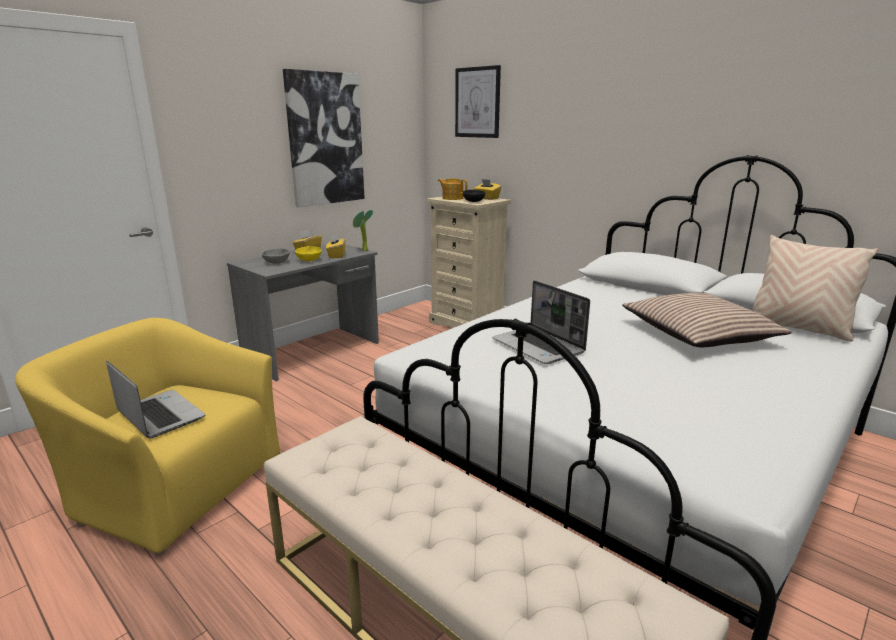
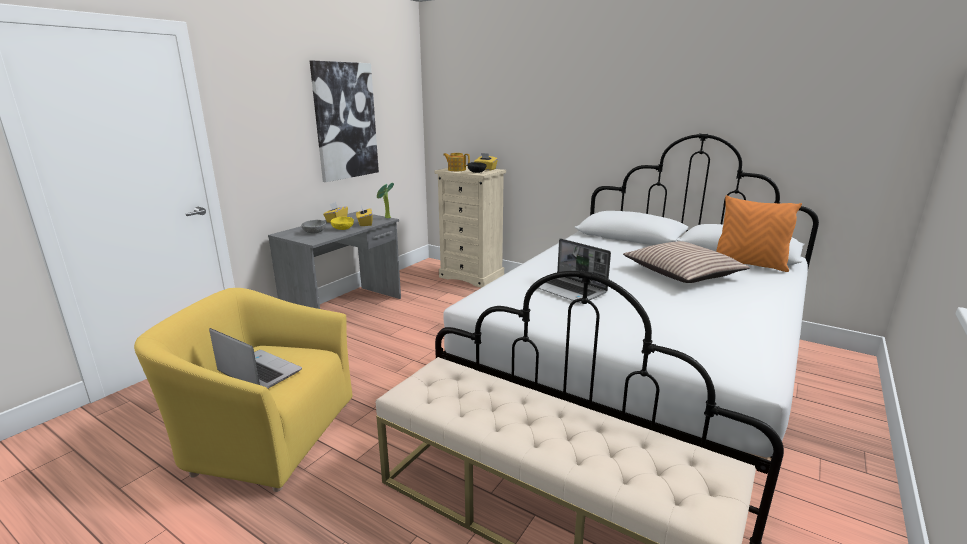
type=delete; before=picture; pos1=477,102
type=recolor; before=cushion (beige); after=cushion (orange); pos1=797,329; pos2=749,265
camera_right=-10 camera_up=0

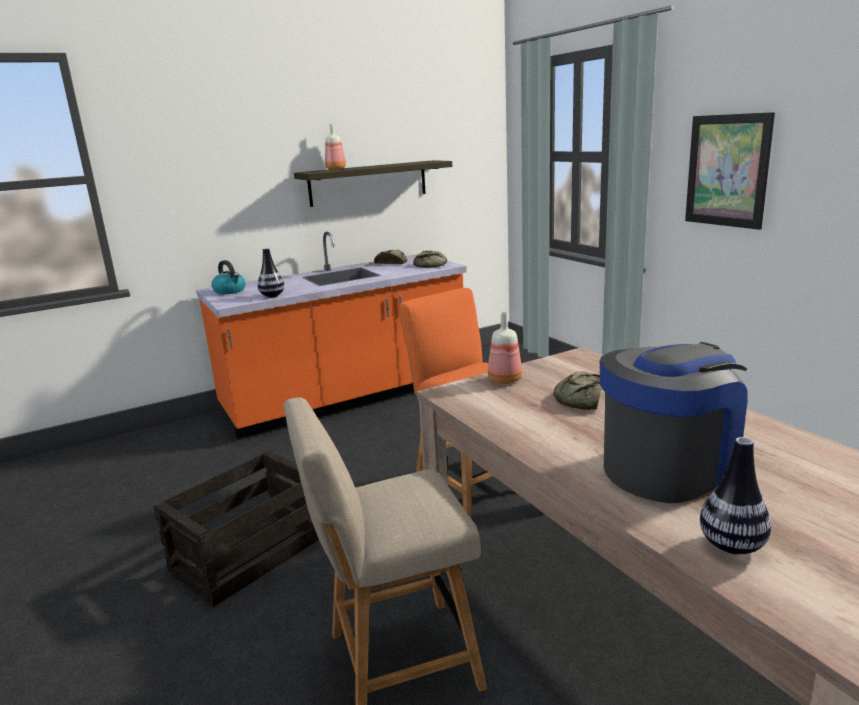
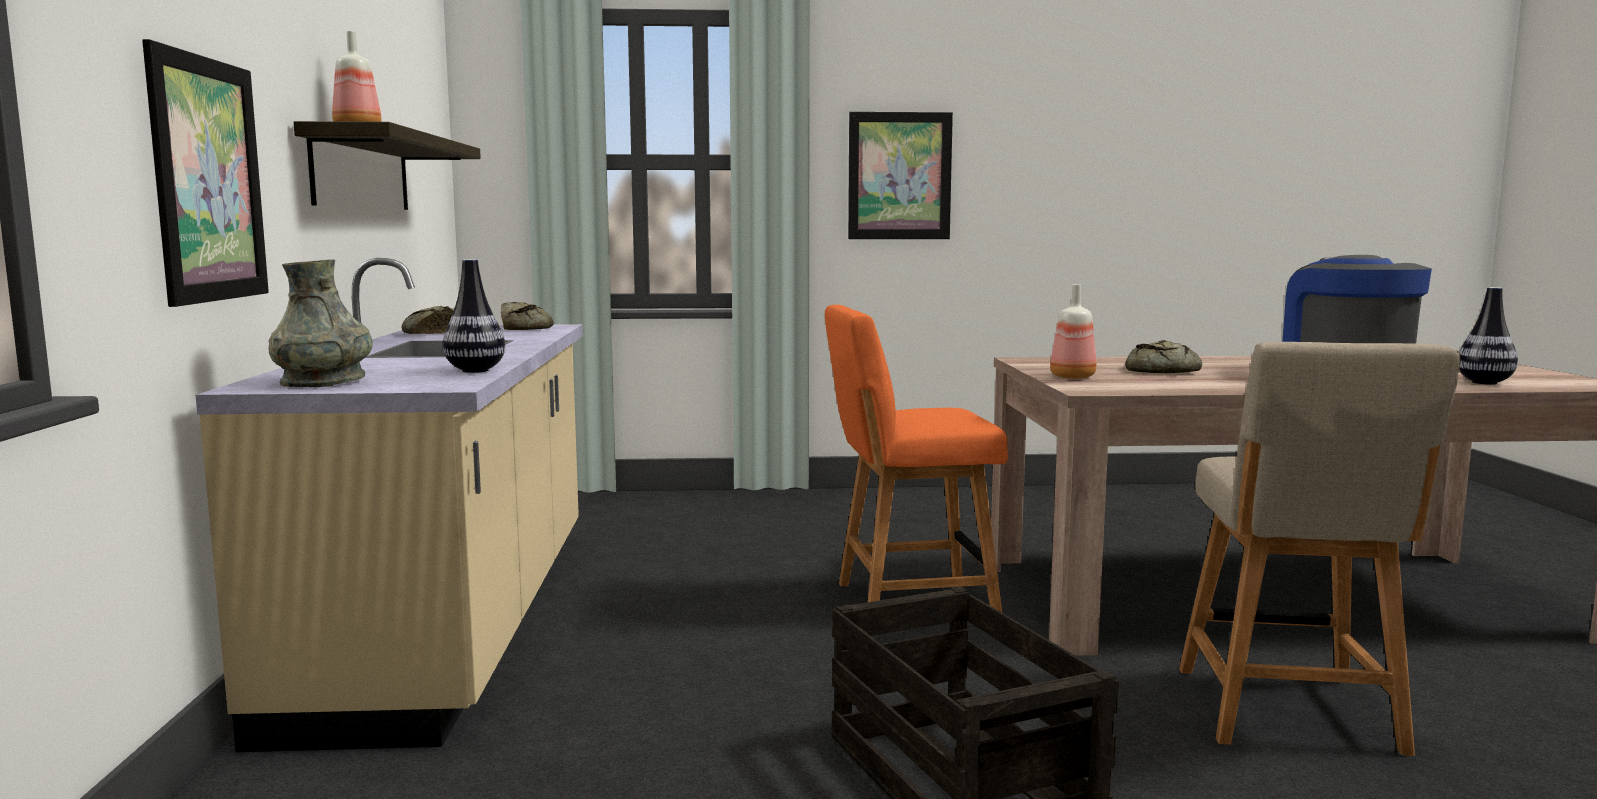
type=recolor; before=kitchen counter (orange); after=kitchen counter (beige); pos1=347,397; pos2=454,622
type=replace; before=water kettle; after=flower vase (grey); pos1=230,291; pos2=323,382
type=insert; after=picture; pos2=208,180
camera_right=-65 camera_up=-10

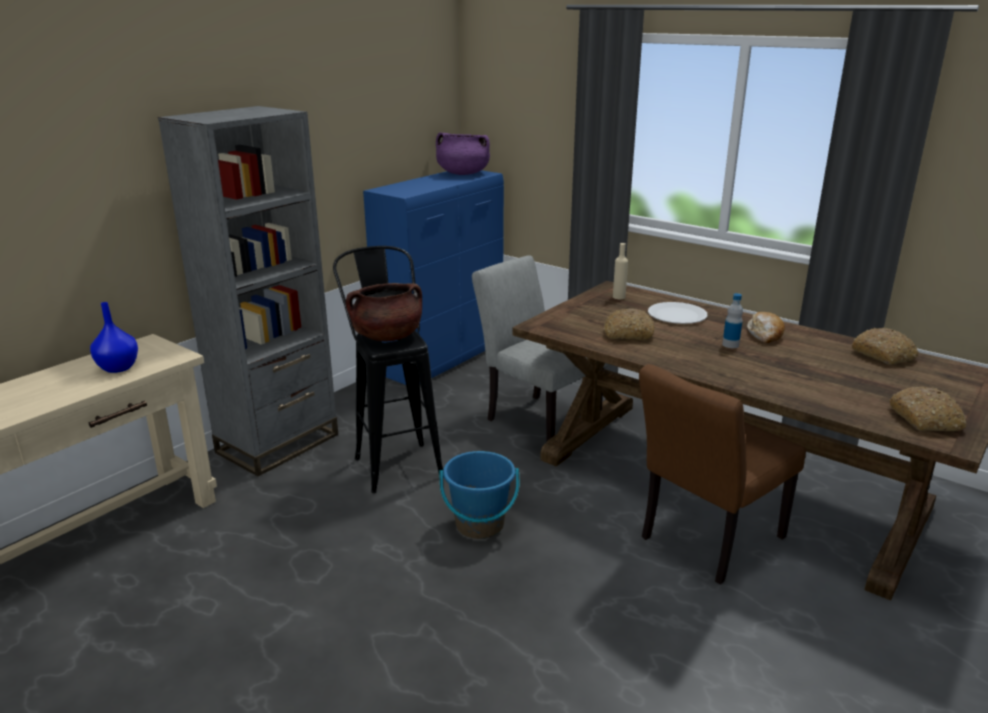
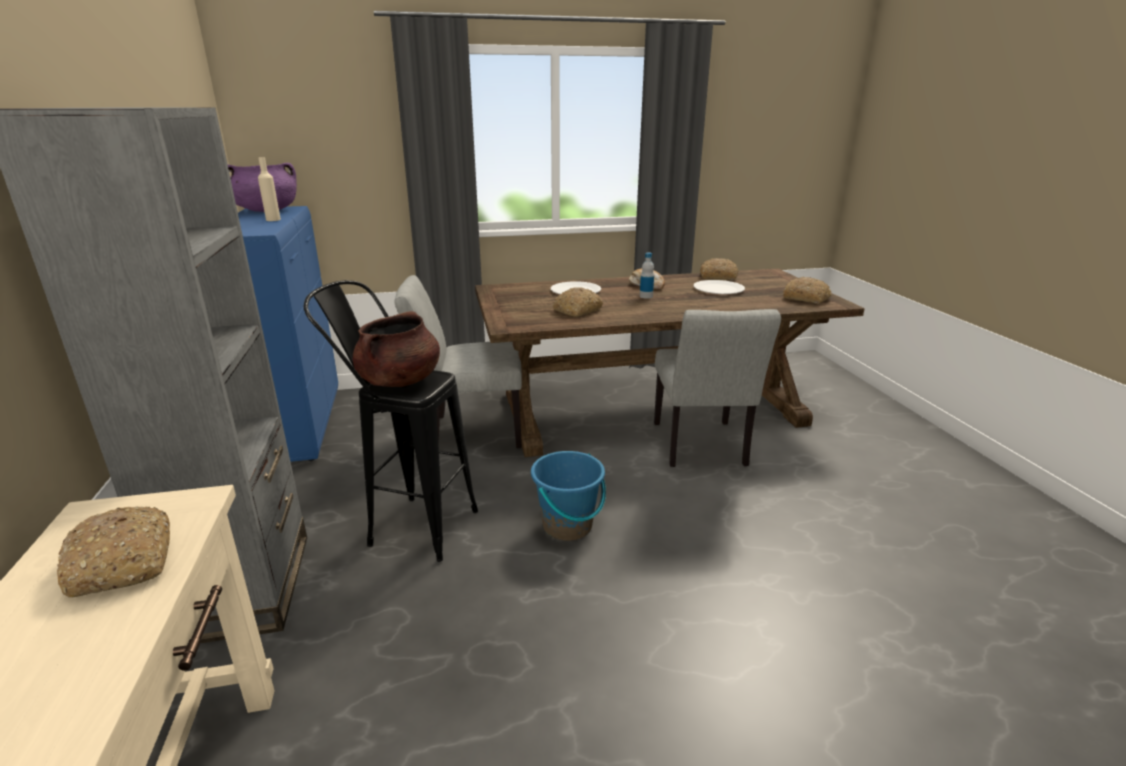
type=replace; before=flower vase (blue); after=bakery bread; pos1=118,368; pos2=123,563
type=move; before=bottle (beige); pos1=619,297; pos2=273,220
type=recolor; before=chair (brownish); after=chair (grey); pos1=705,541; pos2=700,448
type=insert; after=plate (whitish); pos2=718,289
camera_right=-50 camera_up=0

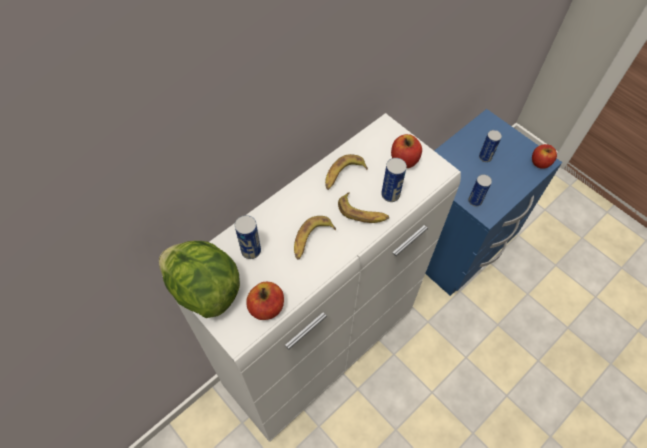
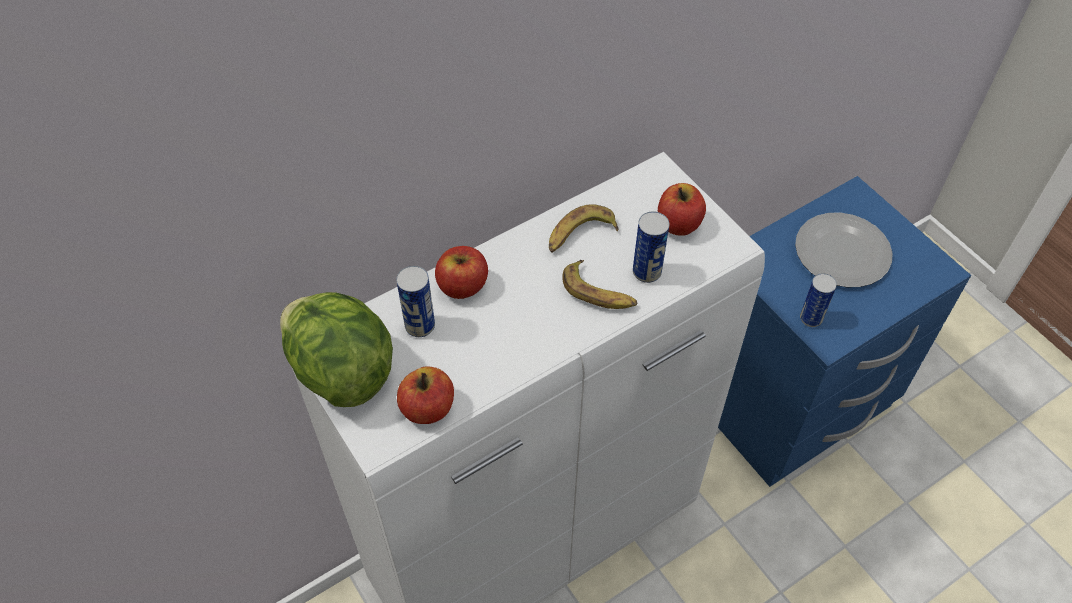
type=delete; before=banana fruit; pos1=311,240
type=replace; before=can; after=plate; pos1=485,157; pos2=840,252
type=move; before=apple; pos1=540,162; pos2=462,286
camera_right=10 camera_up=-5

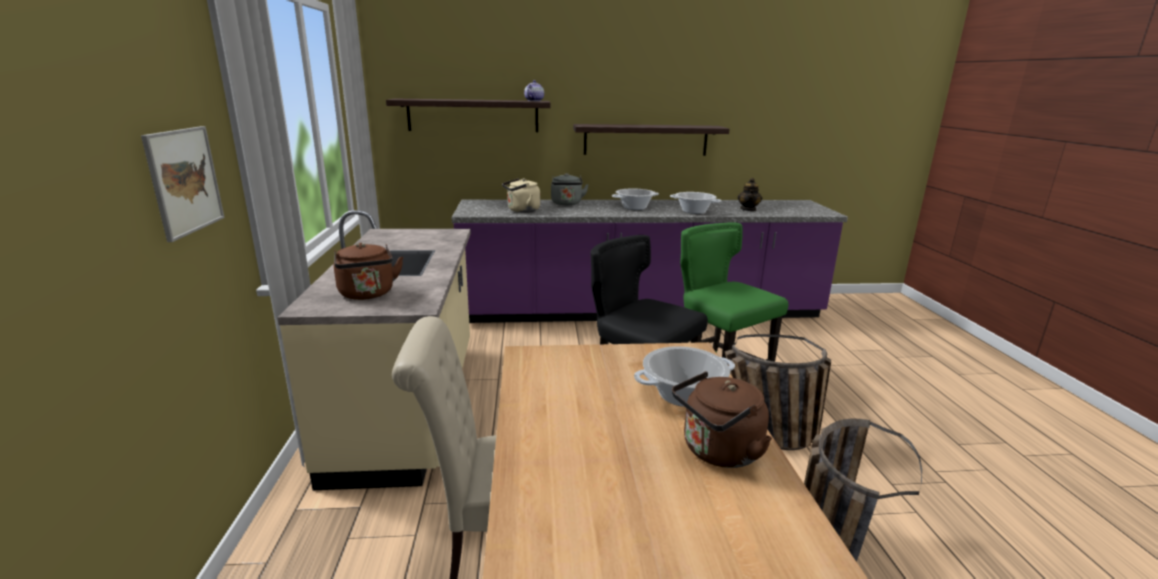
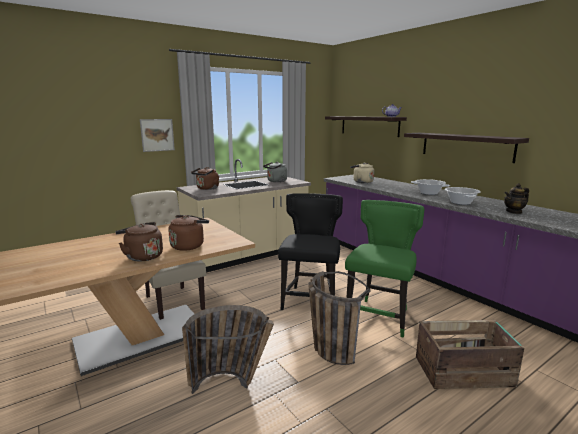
type=move; before=water kettle (grey); pos1=567,204; pos2=276,181
type=replace; before=saucepot; after=water kettle (brownish); pos1=682,395; pos2=189,246
type=insert; after=packing crate; pos2=464,372
camera_right=60 camera_up=-5

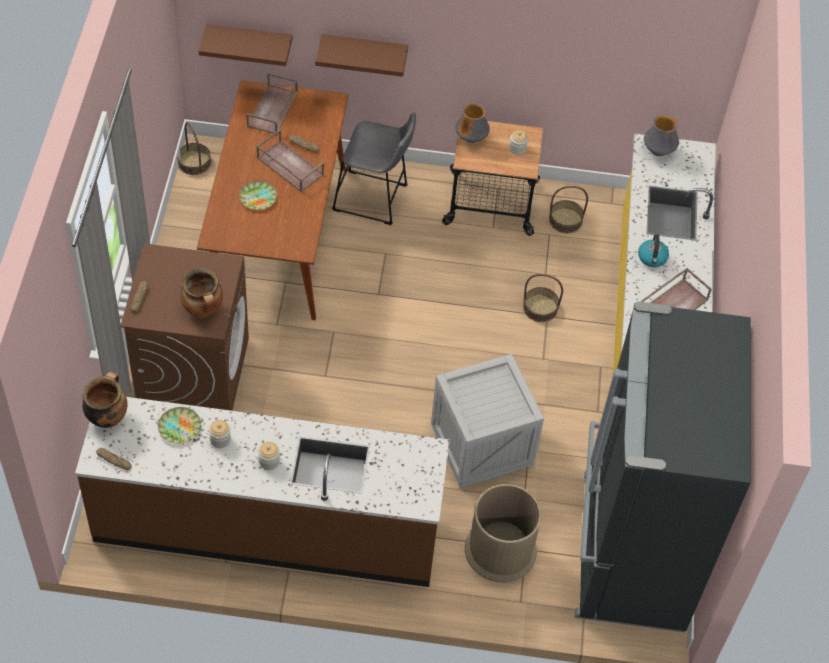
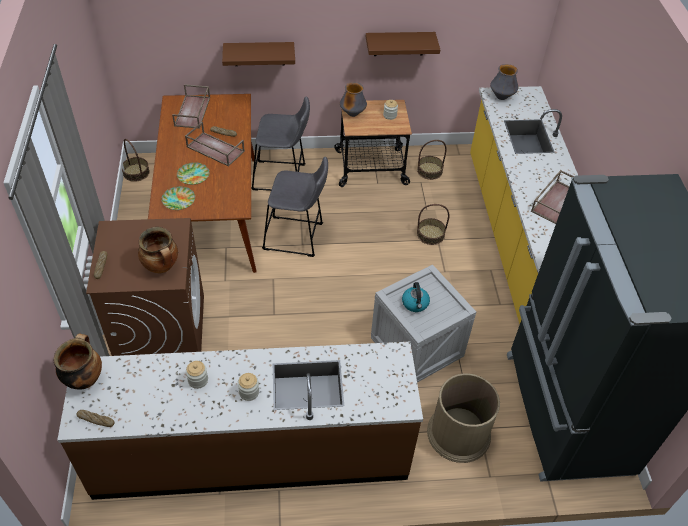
type=move; before=plate; pos1=179,427; pos2=178,200
type=move; before=bracket shelf (brownish); pos1=249,41; pos2=399,43
type=move; before=water kettle; pos1=652,258; pos2=415,304
type=insert; after=stool seat (grey); pos2=296,237
camera_right=-10 camera_up=-5

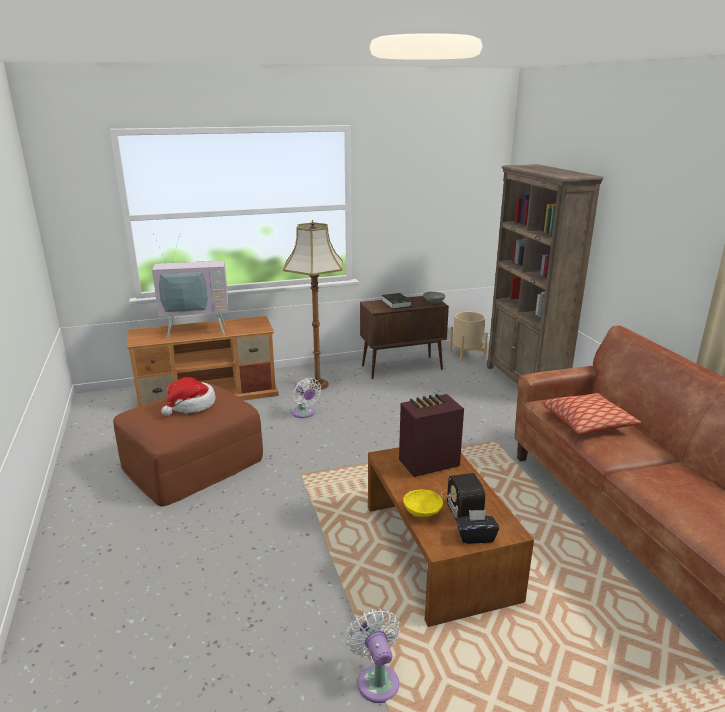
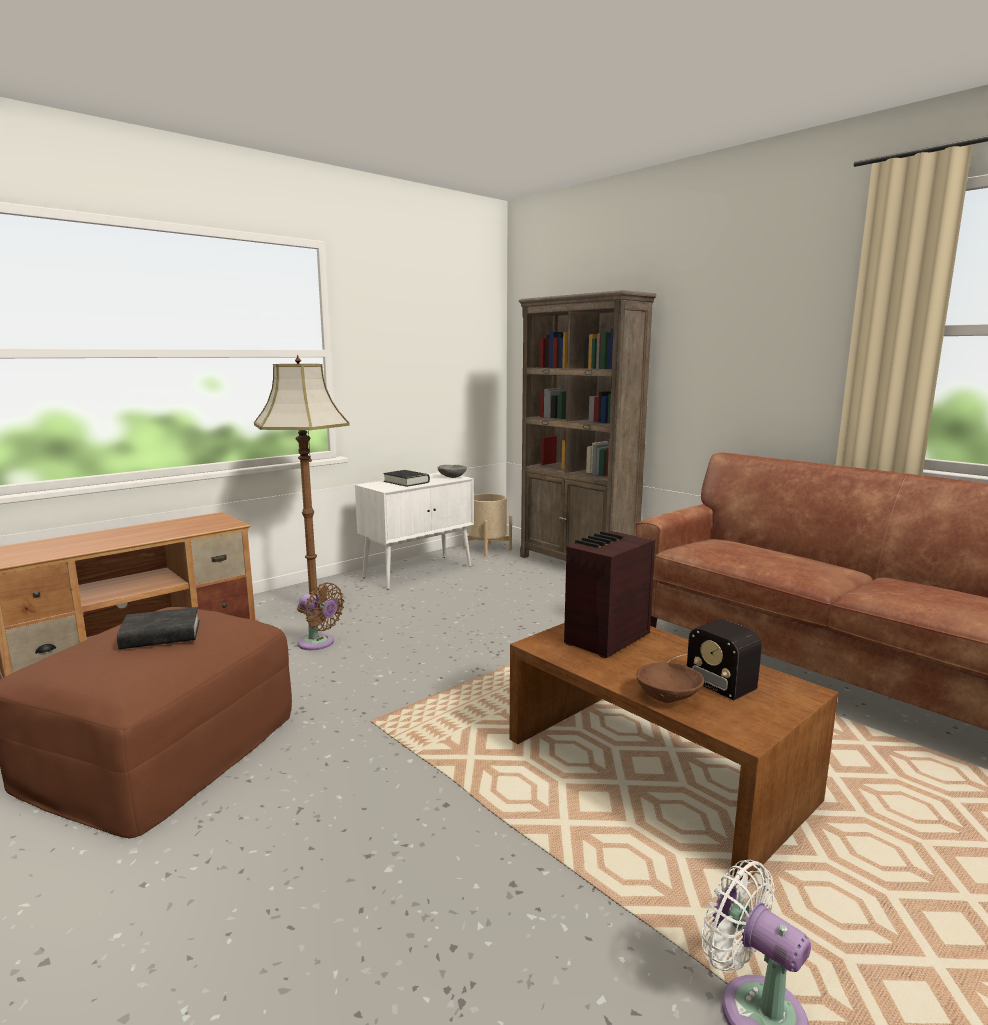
type=delete; before=TV; pos1=197,330
type=replace; before=hat; after=bound book (blackish); pos1=191,405; pos2=161,635
type=recolor; before=electric fan (whitish); after=electric fan (brownish); pos1=304,413; pos2=319,643
type=recolor; before=cupboard (brownish); after=cupboard (whitish); pos1=402,367; pos2=419,572
type=recolor; before=serving bowl (yellow); after=serving bowl (brownish); pos1=423,513; pos2=669,697
type=delete; before=box of tissues (blackish); pos1=475,536
type=delete; before=cushion; pos1=587,422
camera_right=-25 camera_up=-10

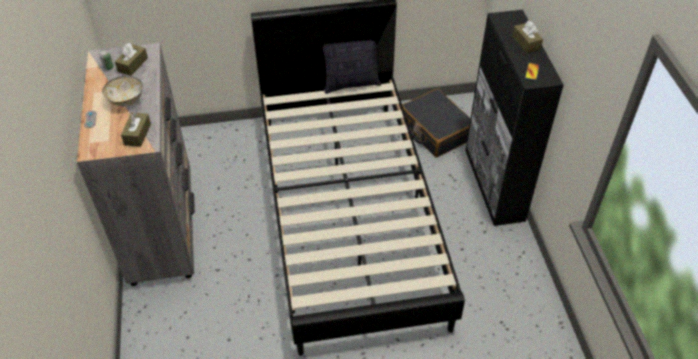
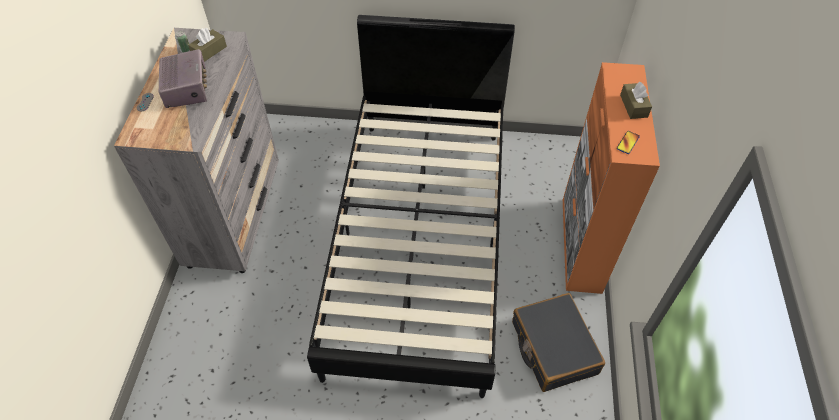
type=replace; before=serving bowl; after=radio receiver; pos1=126,100; pos2=187,88
type=delete; before=box of tissues (brownish); pos1=137,134
type=delete; before=cushion; pos1=351,84
type=move; before=suitcase (blackish); pos1=435,130; pos2=553,347
type=recolor; before=cupboard (blackish); after=cupboard (orange); pos1=494,185; pos2=581,245
camera_right=15 camera_up=5

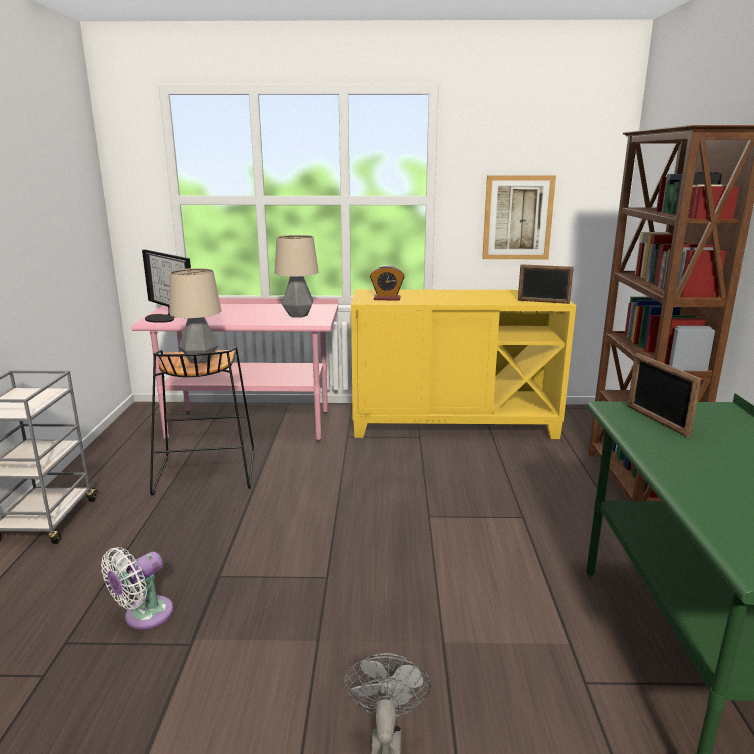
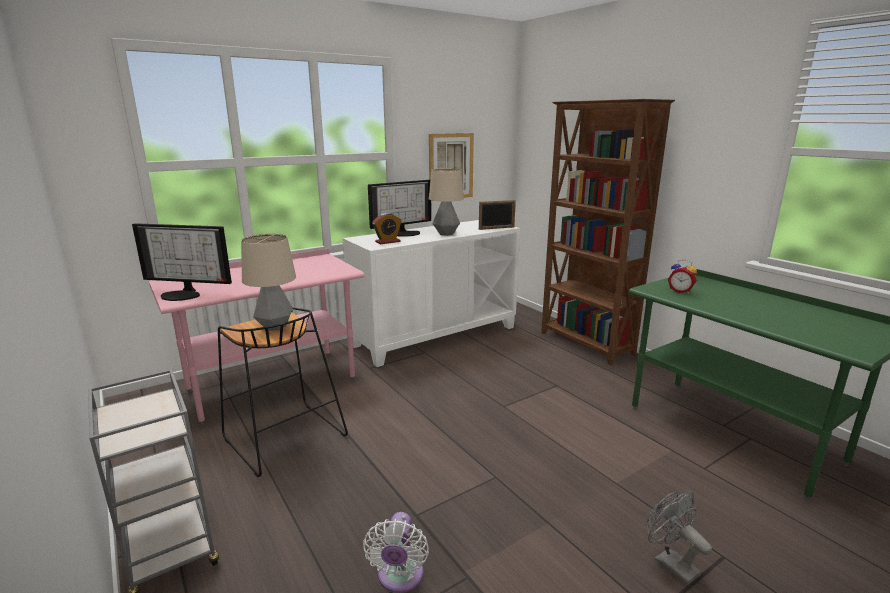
type=move; before=table lamp; pos1=298,315; pos2=446,234
type=recolor; before=cupboard (yellow); after=cupboard (whitish); pos1=453,424; pos2=435,336
type=replace; before=standing frame; after=alarm clock; pos1=656,421; pos2=680,291
type=insert; after=computer screen; pos2=406,233
camera_right=-35 camera_up=0

